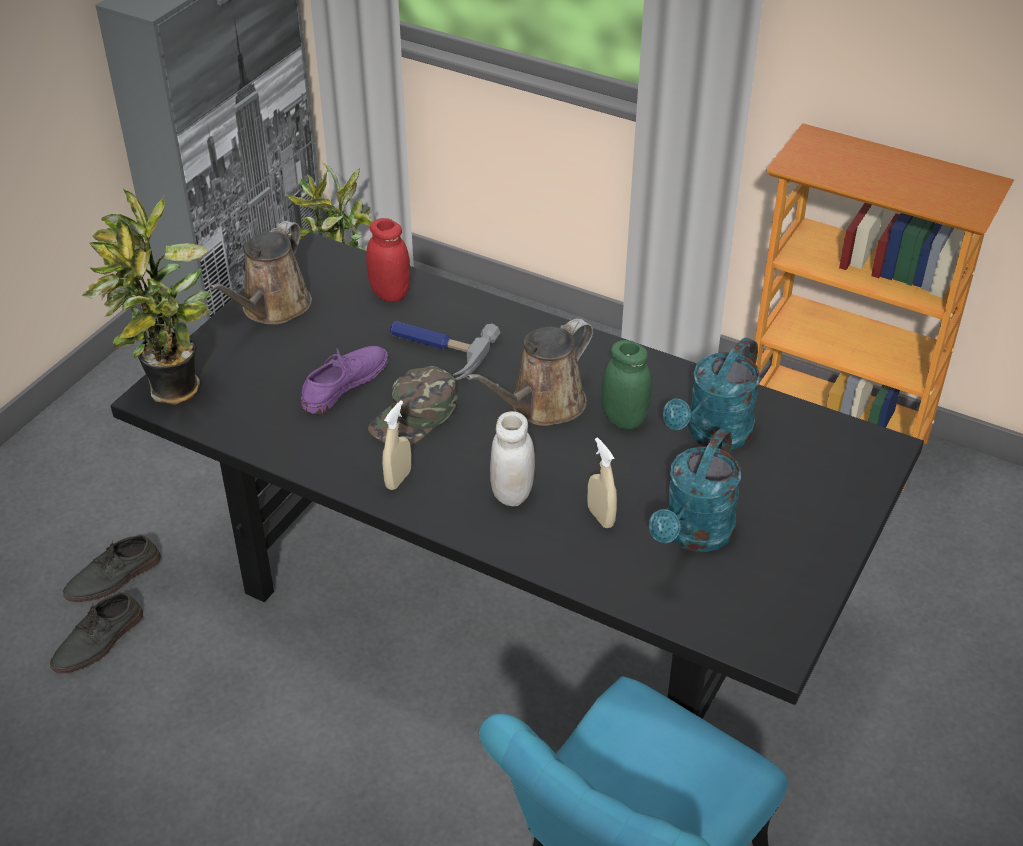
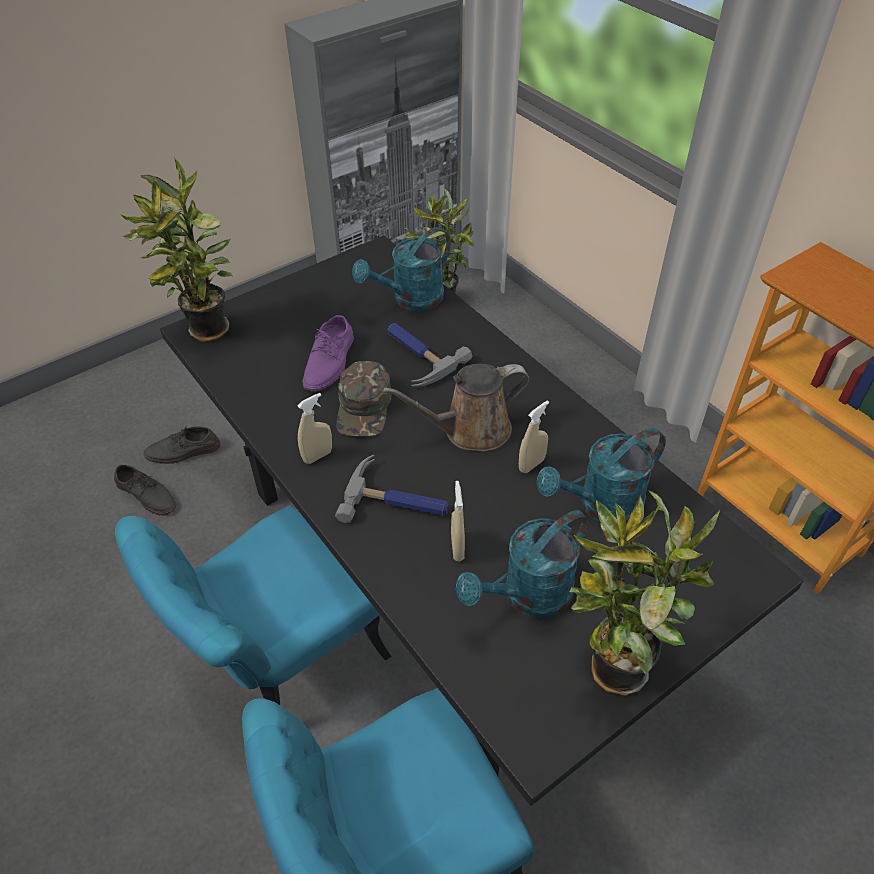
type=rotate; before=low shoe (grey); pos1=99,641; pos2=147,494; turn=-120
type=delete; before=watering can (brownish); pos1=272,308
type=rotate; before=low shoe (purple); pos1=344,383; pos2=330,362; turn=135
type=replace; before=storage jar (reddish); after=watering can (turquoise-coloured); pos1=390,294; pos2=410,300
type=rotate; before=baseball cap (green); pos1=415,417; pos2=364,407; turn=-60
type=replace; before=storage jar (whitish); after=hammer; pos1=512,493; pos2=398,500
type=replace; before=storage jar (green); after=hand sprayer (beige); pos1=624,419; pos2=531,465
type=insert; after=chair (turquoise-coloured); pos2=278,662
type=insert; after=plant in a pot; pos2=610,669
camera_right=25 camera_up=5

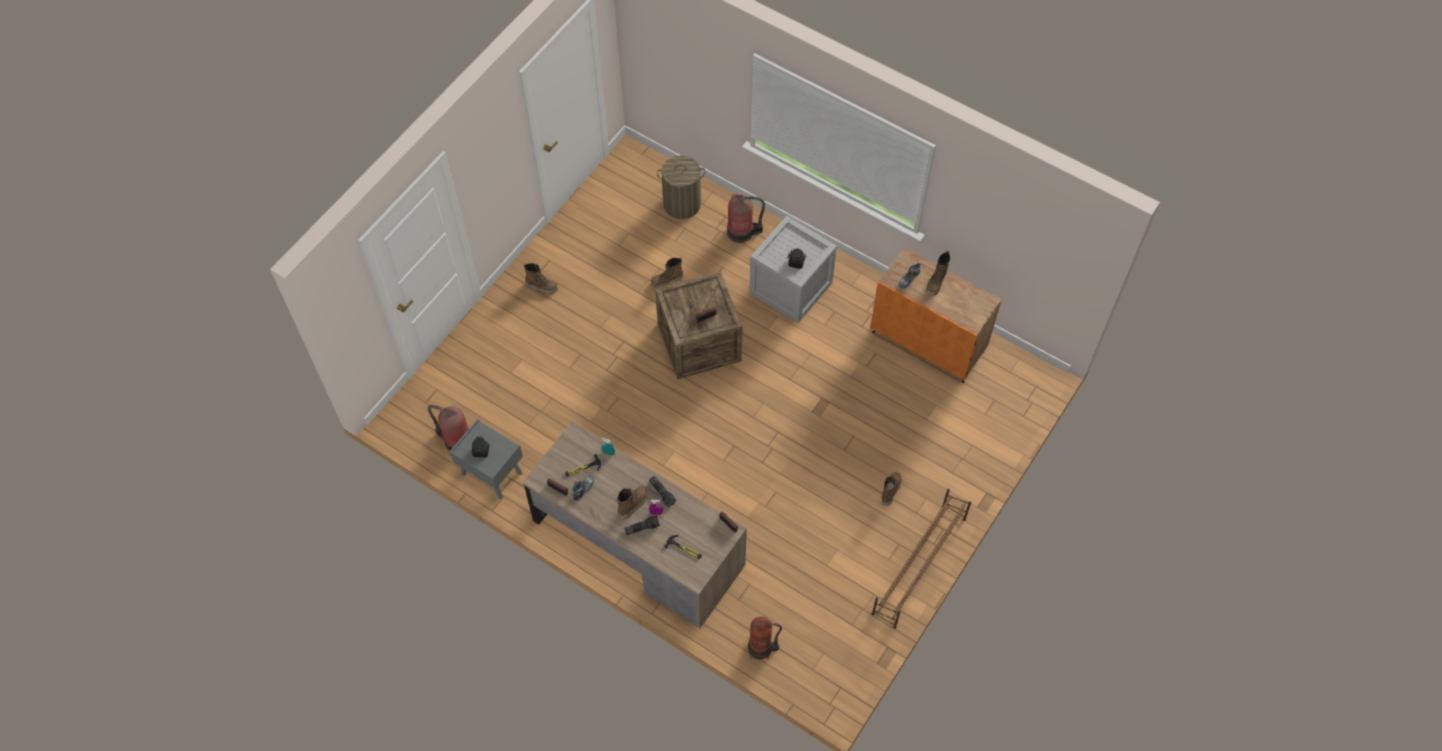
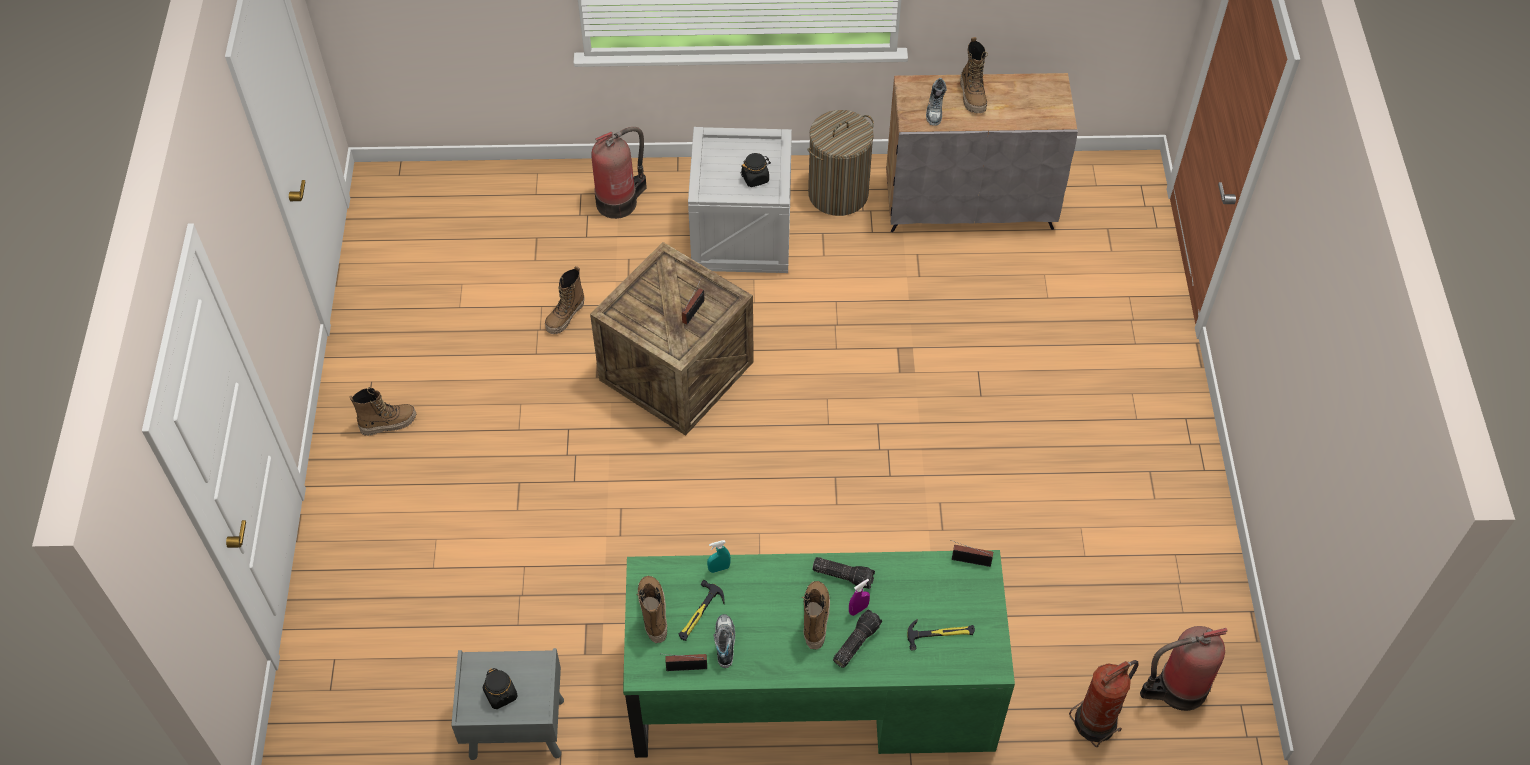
type=move; before=fire-fighting cylinder; pos1=456,440; pos2=1177,688
type=recolor; before=desk unit (brownish); after=desk unit (green); pos1=638,543; pos2=812,690
type=move; before=laundry basket; pos1=682,204; pos2=838,193
type=recolor; before=cupboard (orange); after=cupboard (grey); pos1=928,342; pos2=970,205
type=delete; before=shoe shelf (brownish); pos1=918,566
type=move; before=boot; pos1=890,490; pos2=652,612
camera_right=-35 camera_up=-5

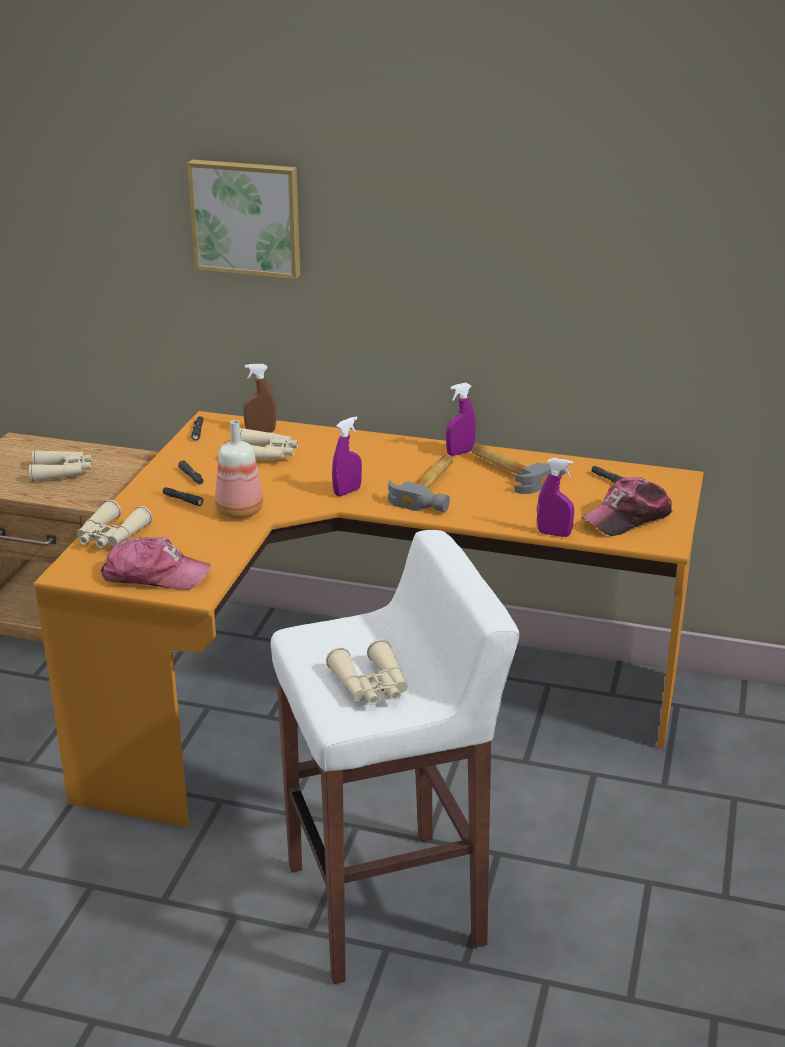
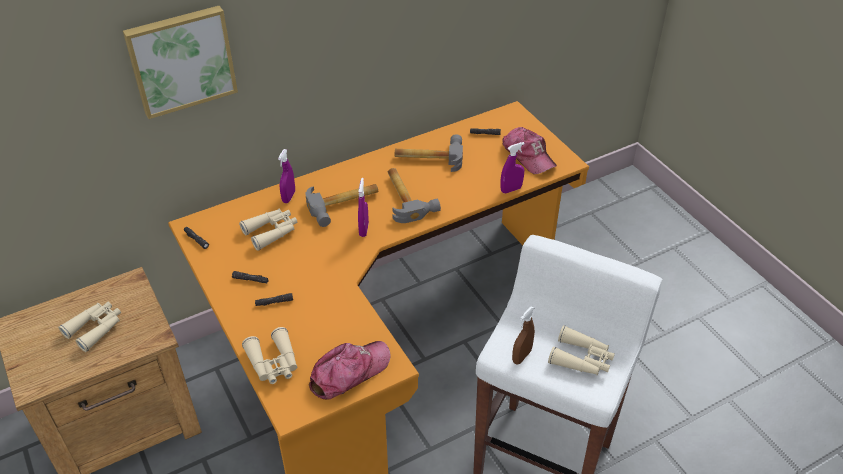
type=delete; before=bottle; pos1=238,512
type=move; before=hand sprayer (brownish); pos1=260,431; pos2=521,356
type=move; before=hand sprayer (purple); pos1=460,453; pos2=288,197
type=rotate; before=baseball cap; pos1=627,518; pos2=528,155; turn=-45
type=insert; after=hammer; pos2=344,204
camera_right=-45 camera_up=15

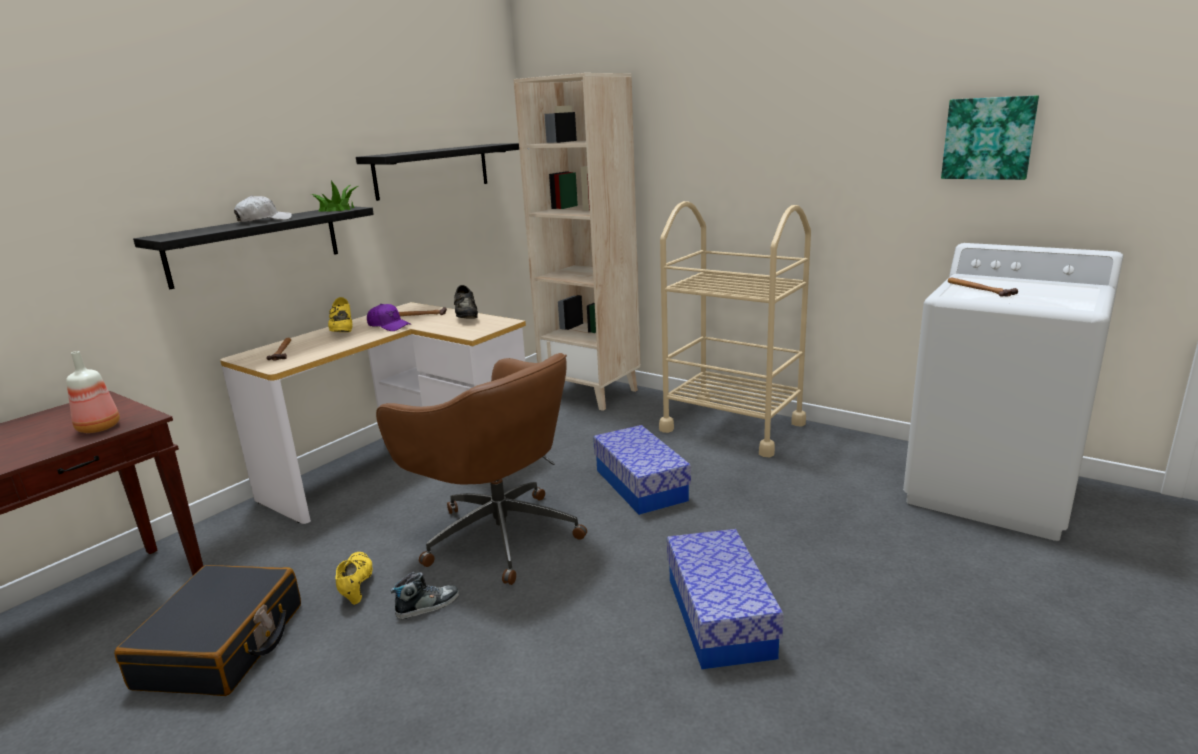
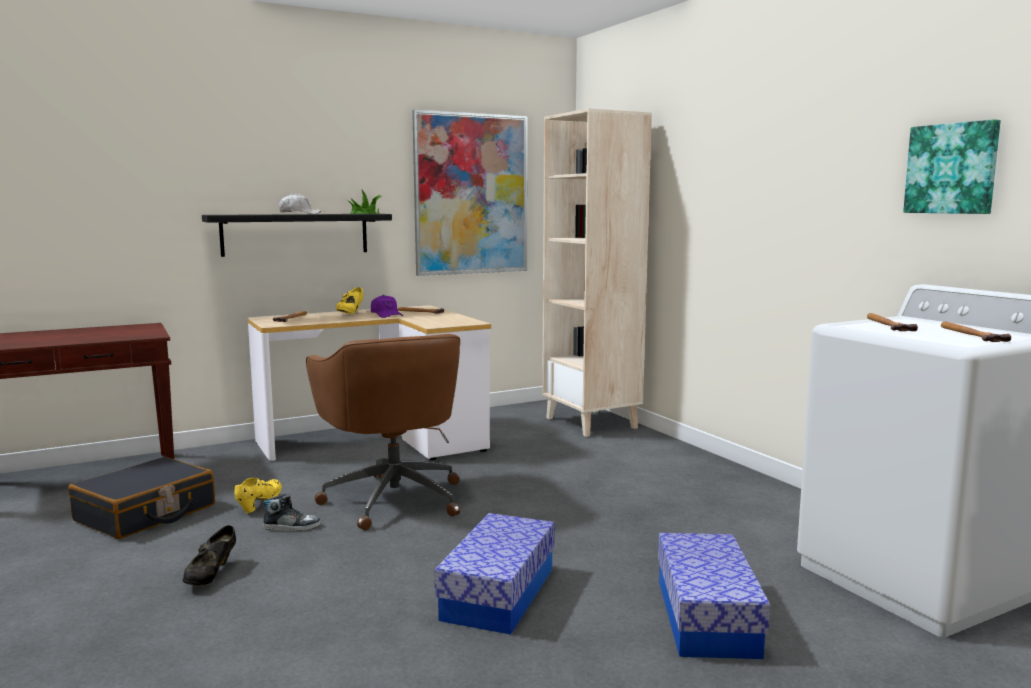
type=delete; before=bottle; pos1=97,428
type=replace; before=bracket shelf (blackish); after=picture; pos1=432,170; pos2=471,194
type=move; before=low shoe (blackish); pos1=466,317; pos2=211,575
type=move; before=storage bin; pos1=641,485; pos2=706,617
type=delete; before=wheeled cart (beige); pos1=732,427
type=insert; after=hammer; pos2=970,334
camera_right=25 camera_up=-10

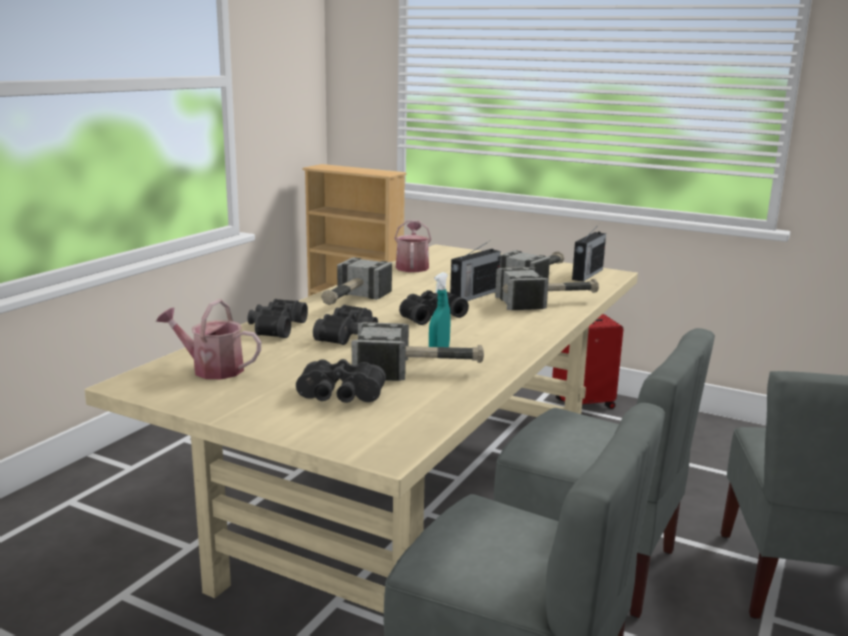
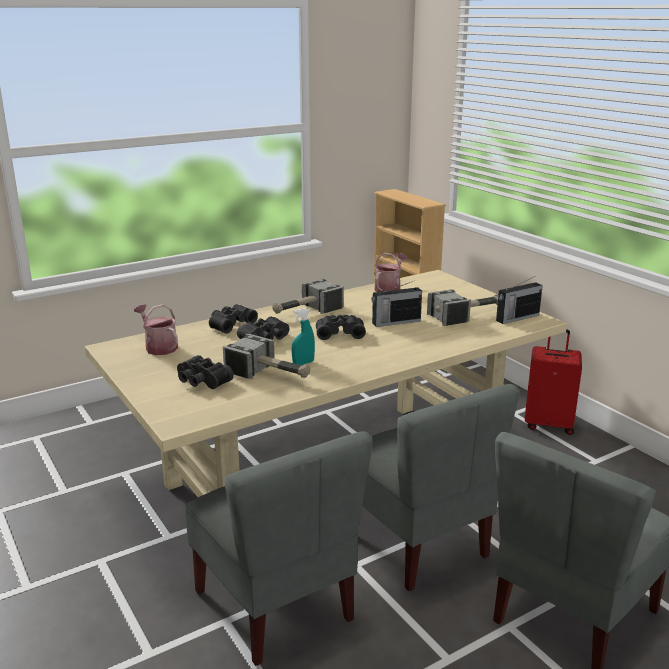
type=delete; before=hammer; pos1=548,302
camera_right=30 camera_up=5

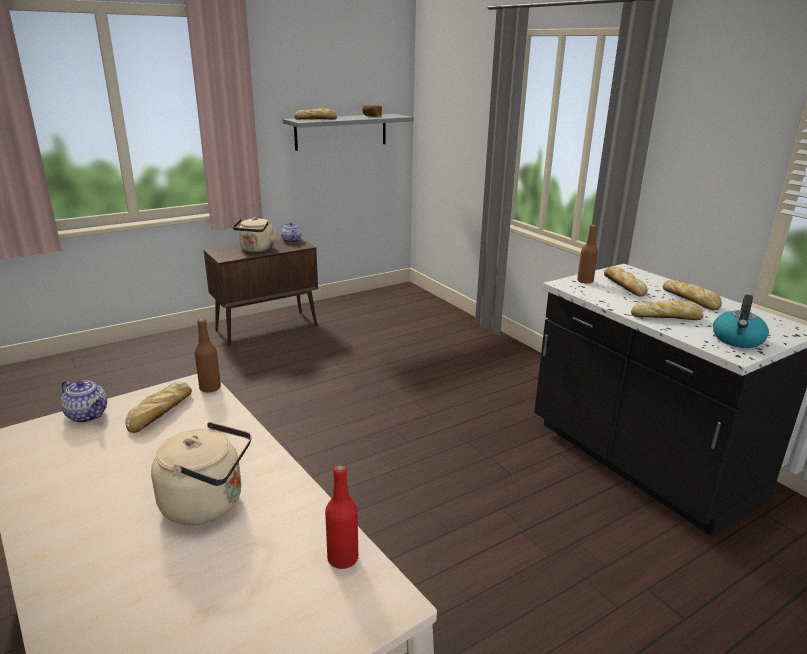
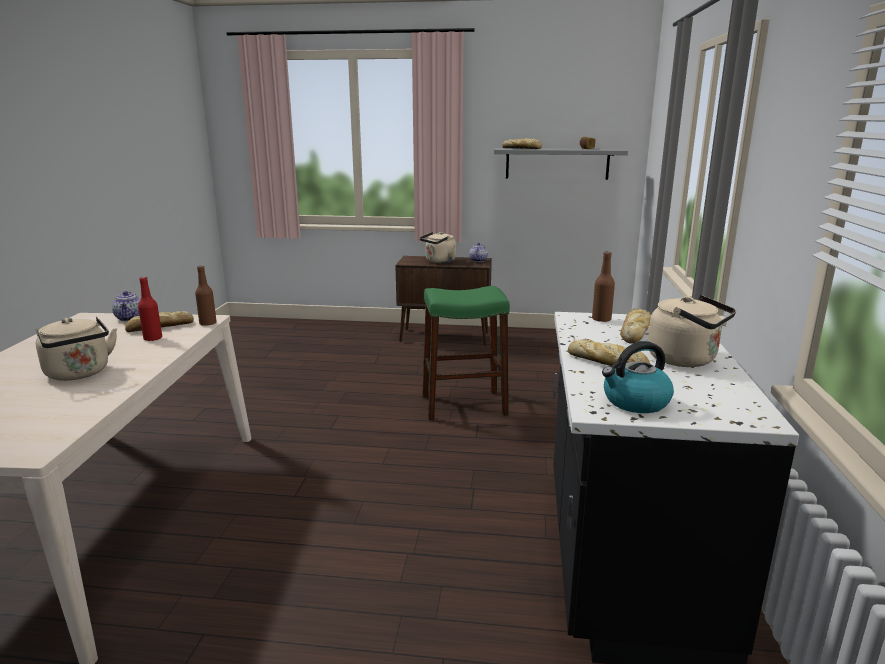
type=move; before=bottle (reddish); pos1=343,559; pos2=153,338
type=replace; before=bakery bread; after=water kettle (beige); pos1=691,300; pos2=686,360
type=insert; after=stool seat (green); pos2=464,405
camera_right=40 camera_up=-5

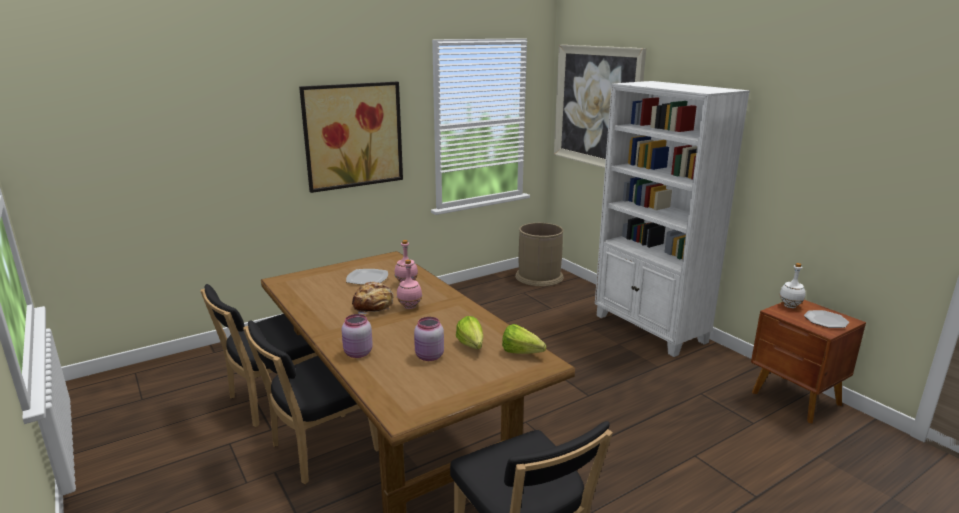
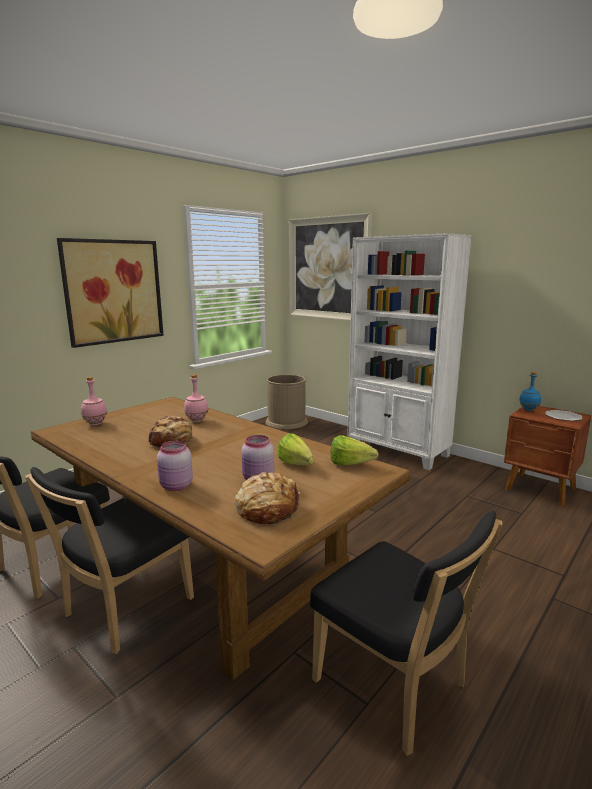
type=delete; before=plate; pos1=367,278
type=move; before=bottle (pink); pos1=410,306; pos2=95,424
type=recolor; before=bottle (whitish); after=bottle (blue); pos1=789,306; pos2=528,410
type=insert; after=bakery bread; pos2=267,508
camera_right=-15 camera_up=-5

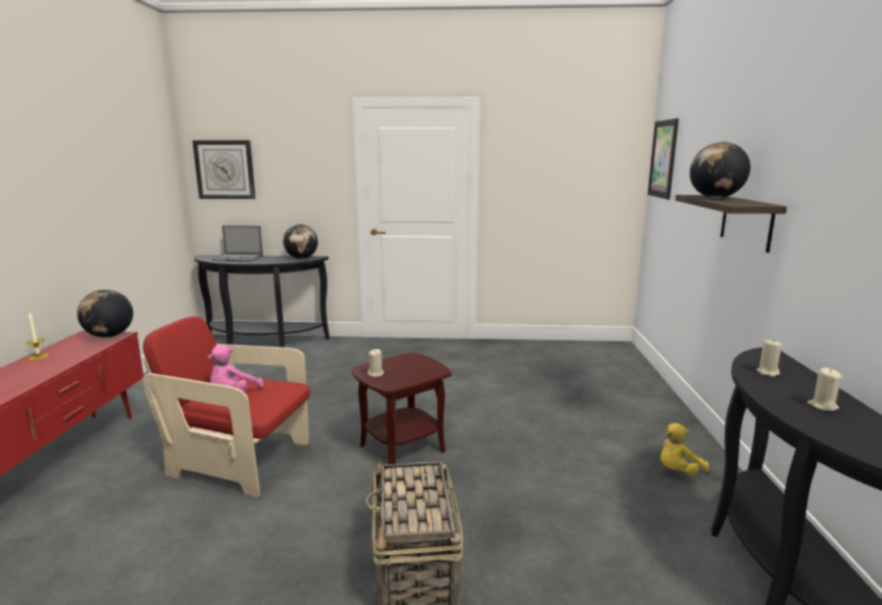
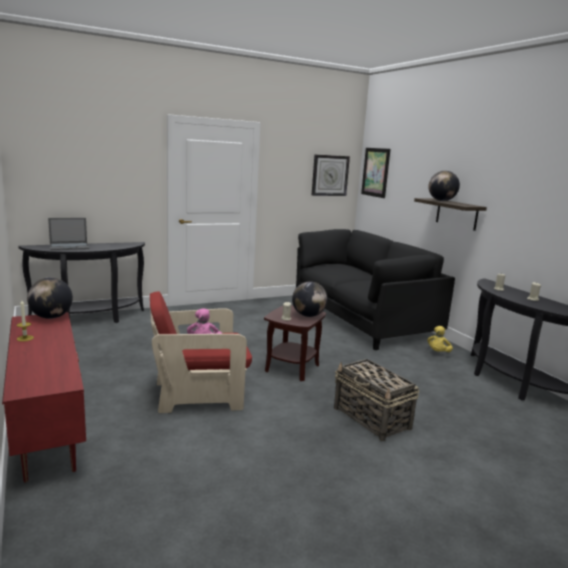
type=move; before=wall clock; pos1=225,169; pos2=330,175
type=move; before=world globe; pos1=301,258; pos2=308,315
type=insert; after=settee (blackish); pos2=362,318
camera_right=-30 camera_up=0

